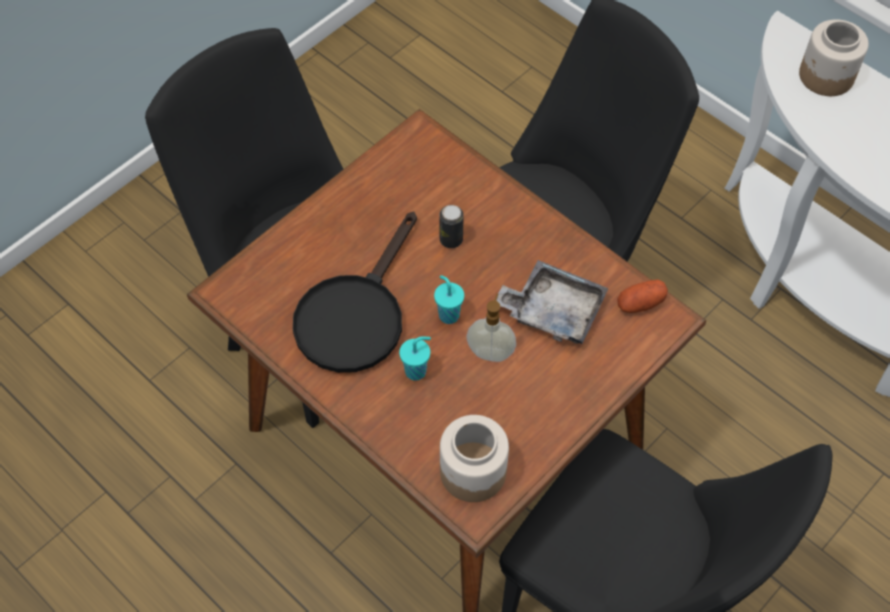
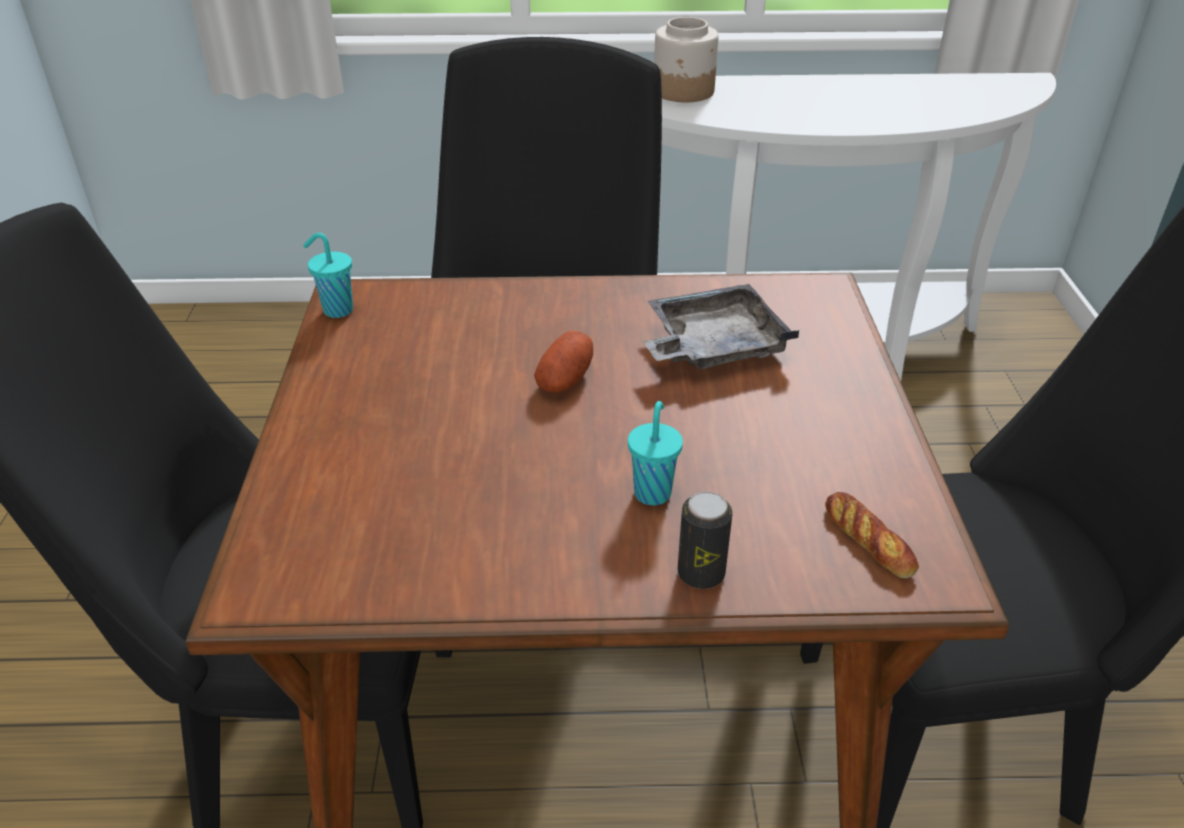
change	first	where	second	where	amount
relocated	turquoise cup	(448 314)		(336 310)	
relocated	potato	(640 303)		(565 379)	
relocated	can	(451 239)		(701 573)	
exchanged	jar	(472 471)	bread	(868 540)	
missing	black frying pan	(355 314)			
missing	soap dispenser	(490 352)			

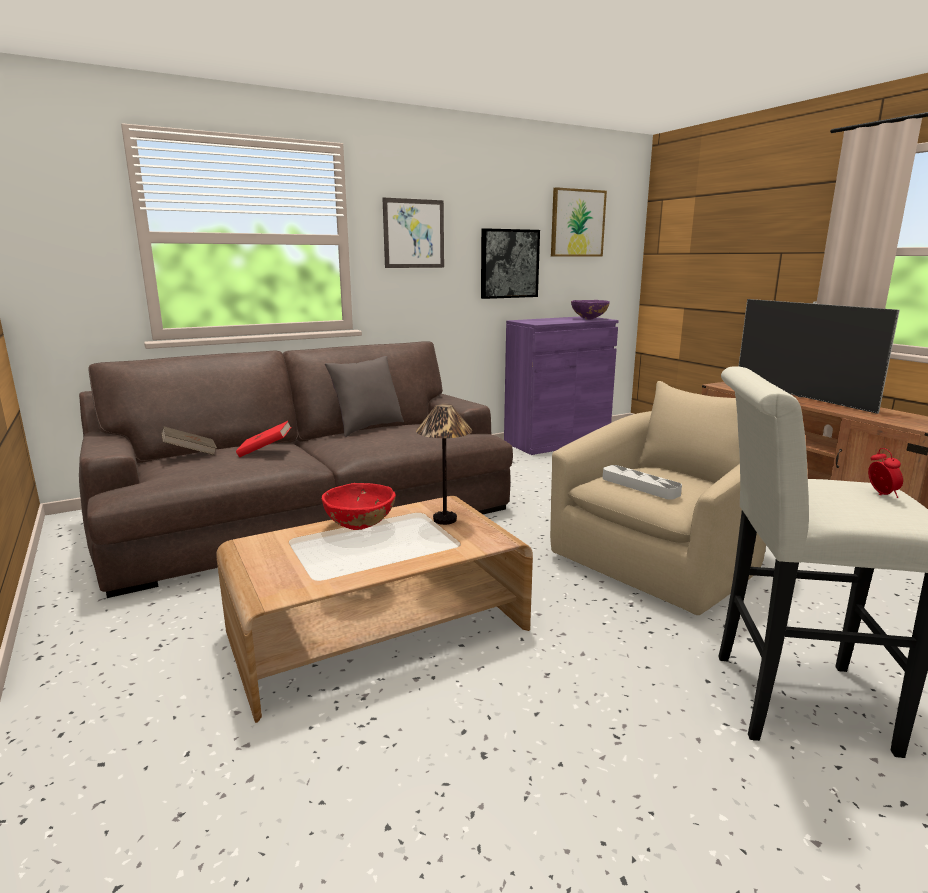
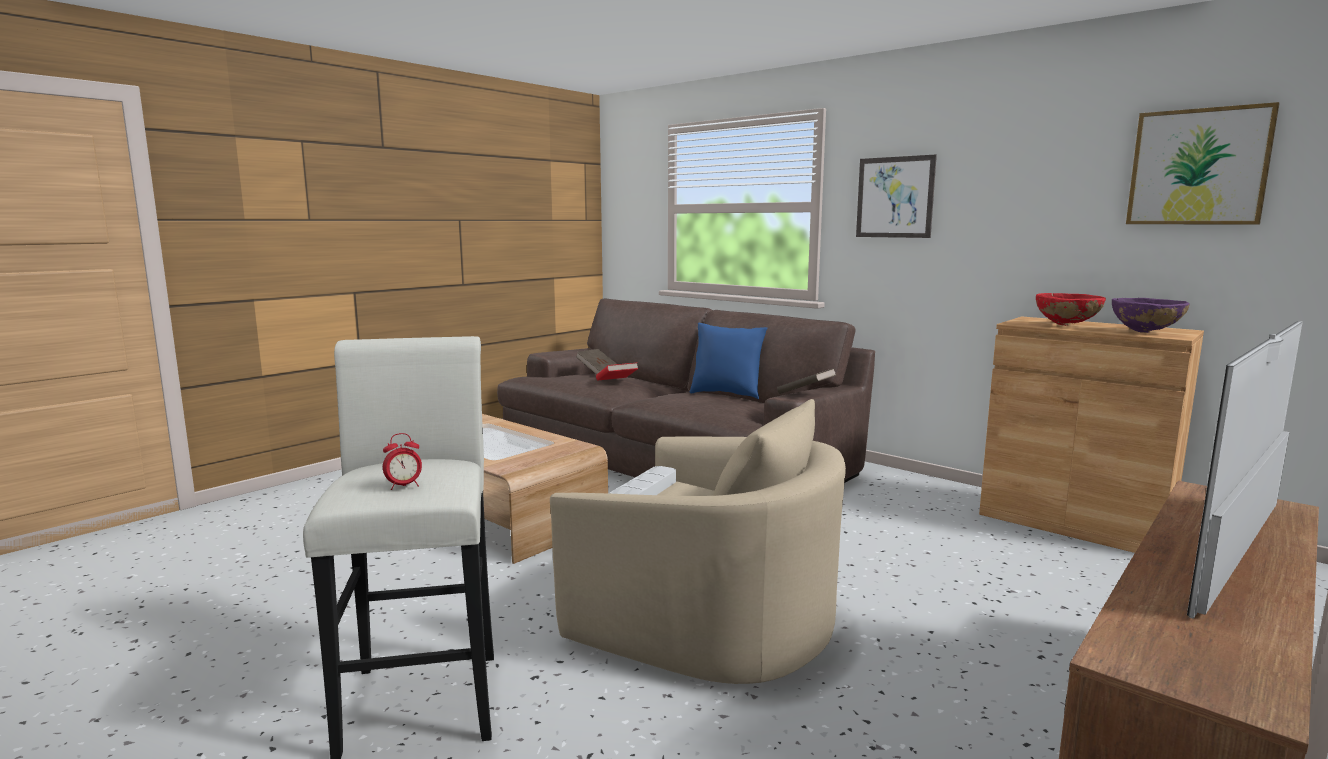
change	first	where	second	where	amount
colour	grey pillow	(367 427)	blue pillow	(726 394)	
appeared			brown book	(806 394)	
colour	purple cabinet	(557 441)	brown cabinet	(1073 523)	
relocated	red bowl	(360 527)		(1066 325)	
missing	table lamp	(445 520)			
missing	picture	(509 264)			

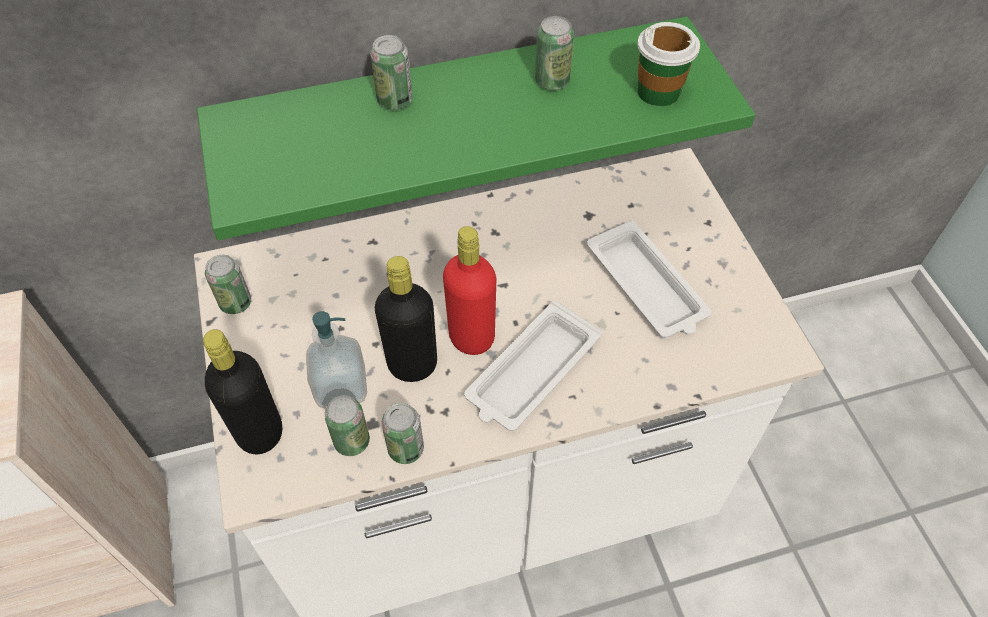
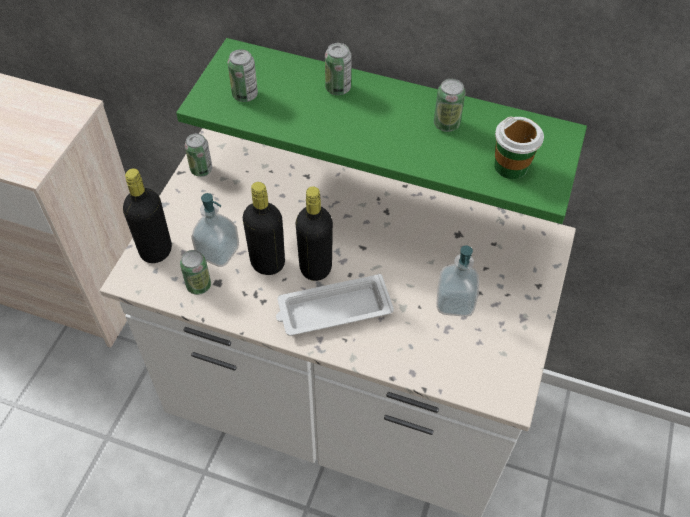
change	first	where	second	where	amount
relocated	can	(406 449)		(245 95)	
colour	red bottle	(471 337)	black bottle	(315 267)	
exchanged	white tray	(647 287)	soap dispenser	(454 302)	

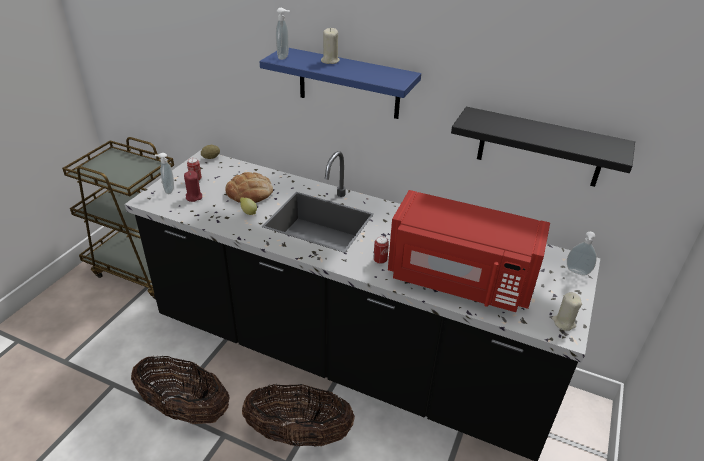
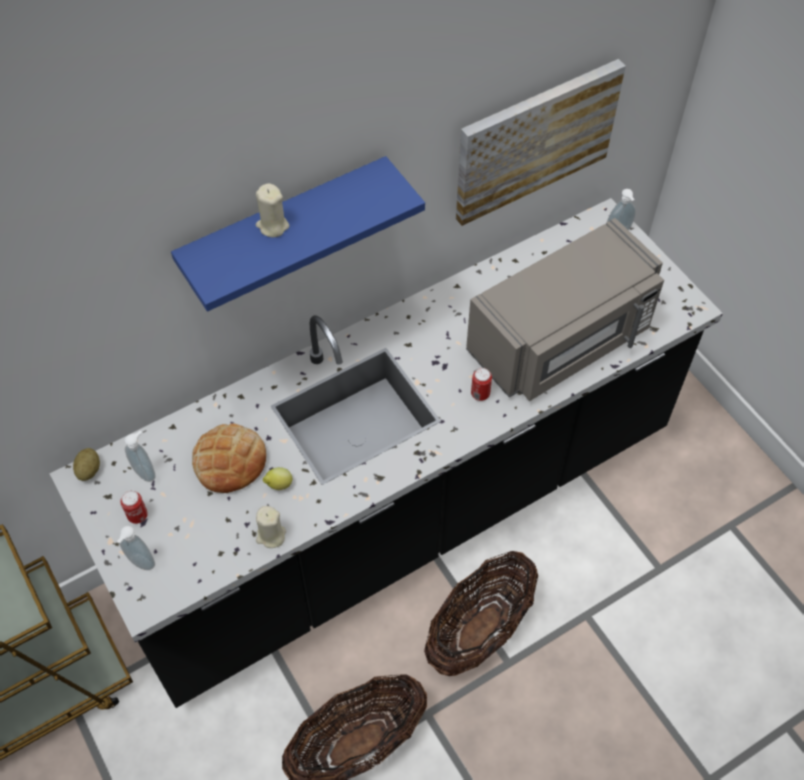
change	first	where	second	where	amount
relocated	soap dispenser	(284 57)		(146 471)	
relocated	beige candle	(563 322)		(271 536)	
exchanged	black shelf	(540 147)	picture	(534 140)	
colour	red microwave	(459 279)	grey microwave	(562 340)	
missing	red candle	(194 197)			

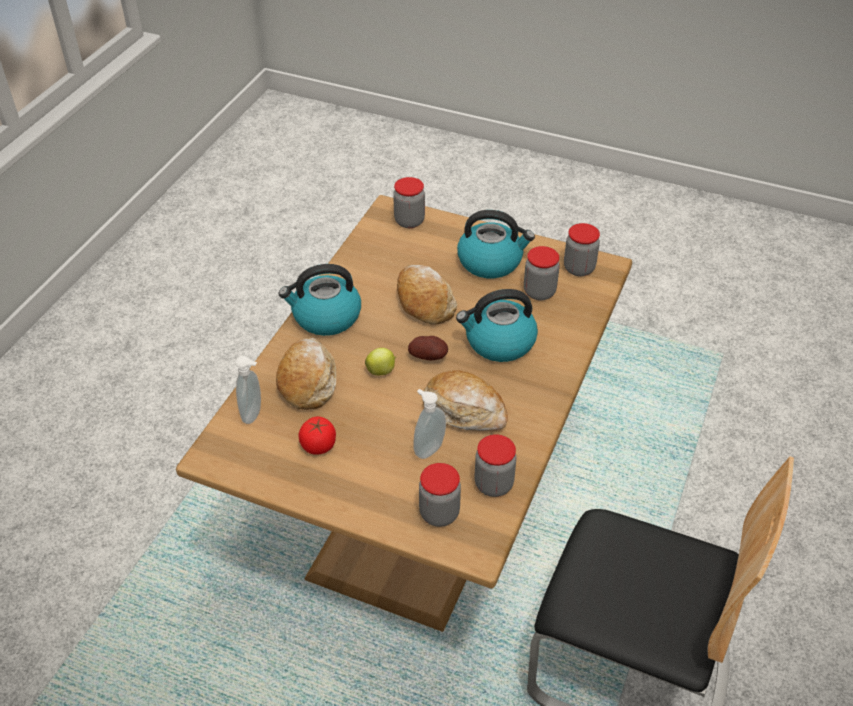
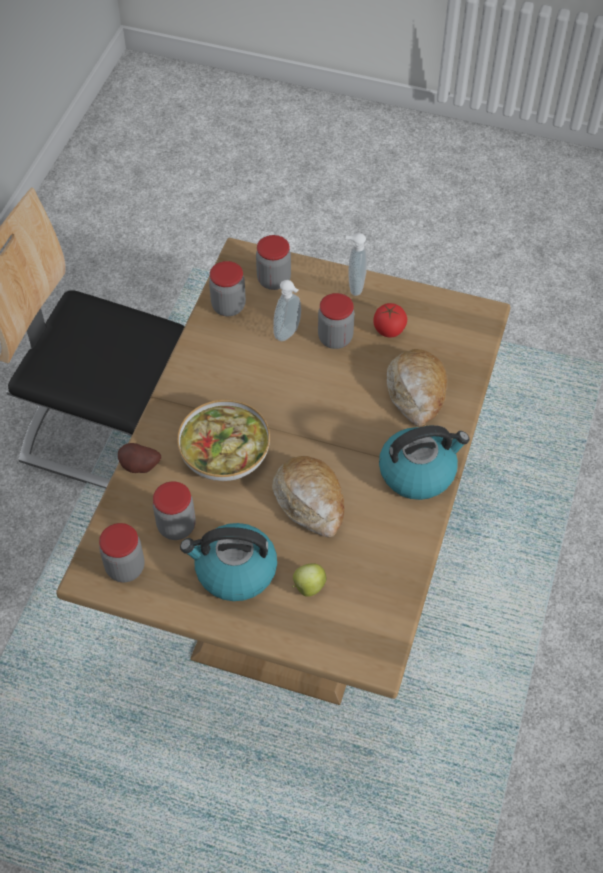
change	first	where	second	where	amount
relocated	potato	(429 357)		(139 467)	
exchanged	kettle	(499 342)	bowl	(224 452)	
relocated	apple	(381 371)		(308 587)	
relocated	jar	(409 221)		(335 338)	
relocated	soap dispenser	(254 414)		(354 286)	
missing	bread	(464 410)			

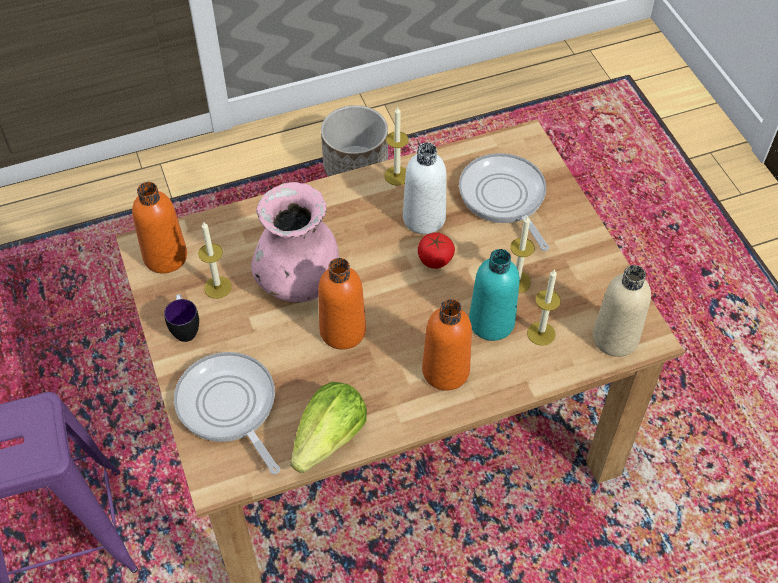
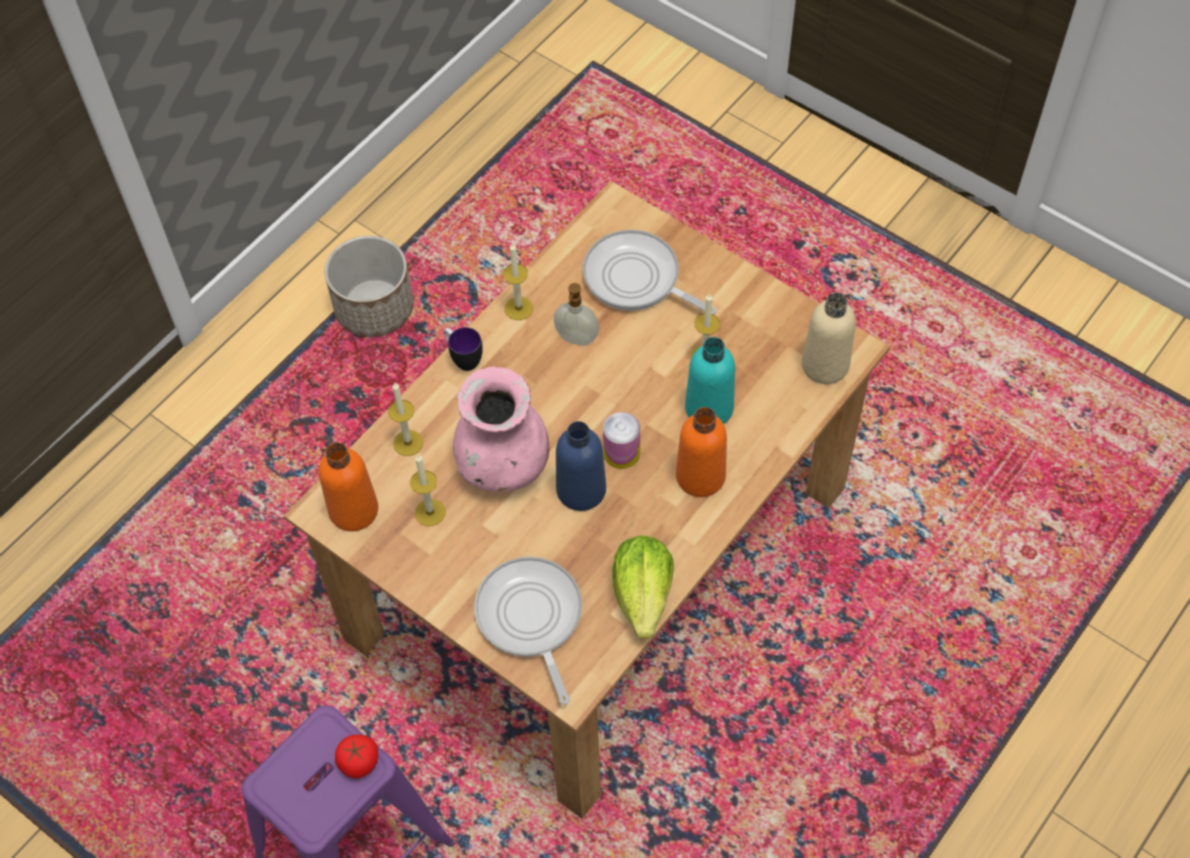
change	first	where	second	where	amount
relocated	tomato	(435 260)		(359 762)	
relocated	candle	(541 333)		(408 443)	
relocated	mug	(185 328)		(463 358)	
spun	frying pan	(229 407)		(531 619)	45 degrees clockwise
exchanged	white bottle	(424 218)	soap dispenser	(576 339)	
colour	orange bottle	(343 331)	blue bottle	(581 490)	
appeared			can	(621 453)	

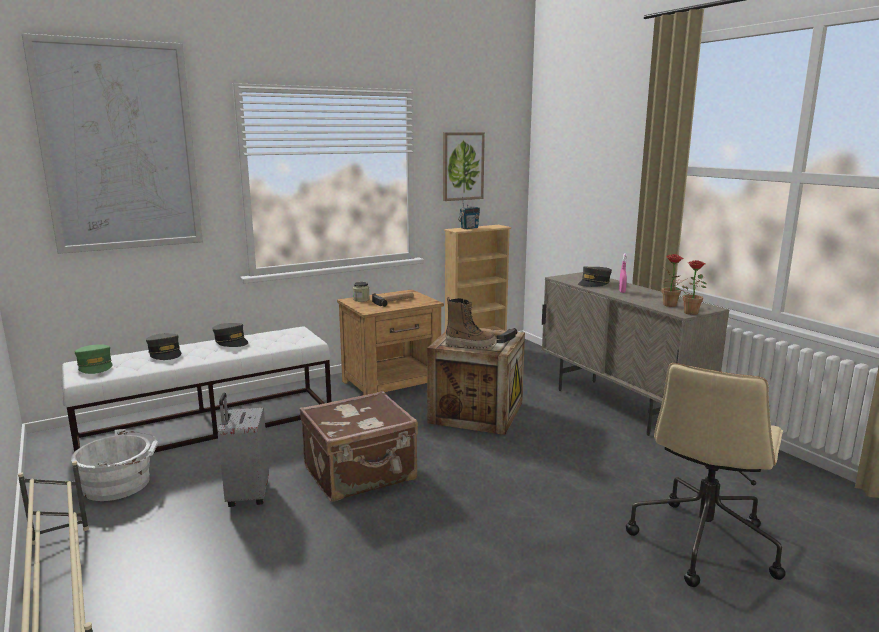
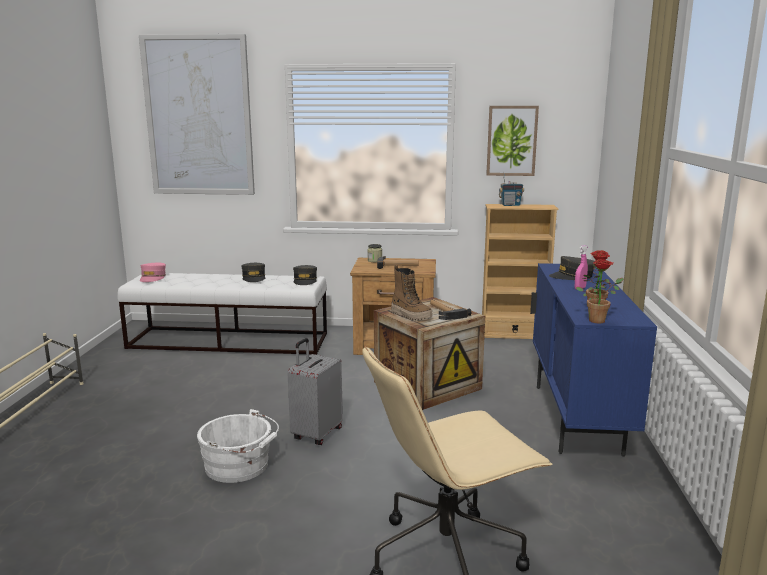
change	first	where	second	where	amount
colour	green cap	(95 366)	pink cap	(153 278)	
relocated	white bucket	(121 484)		(240 466)	
relocated	grey suitcase	(246 495)		(316 434)	
relocated	grey cap	(165 353)		(305 280)	
colour	beige cabinet	(619 406)	blue cabinet	(576 419)	
missing	brown suitcase	(361 474)			

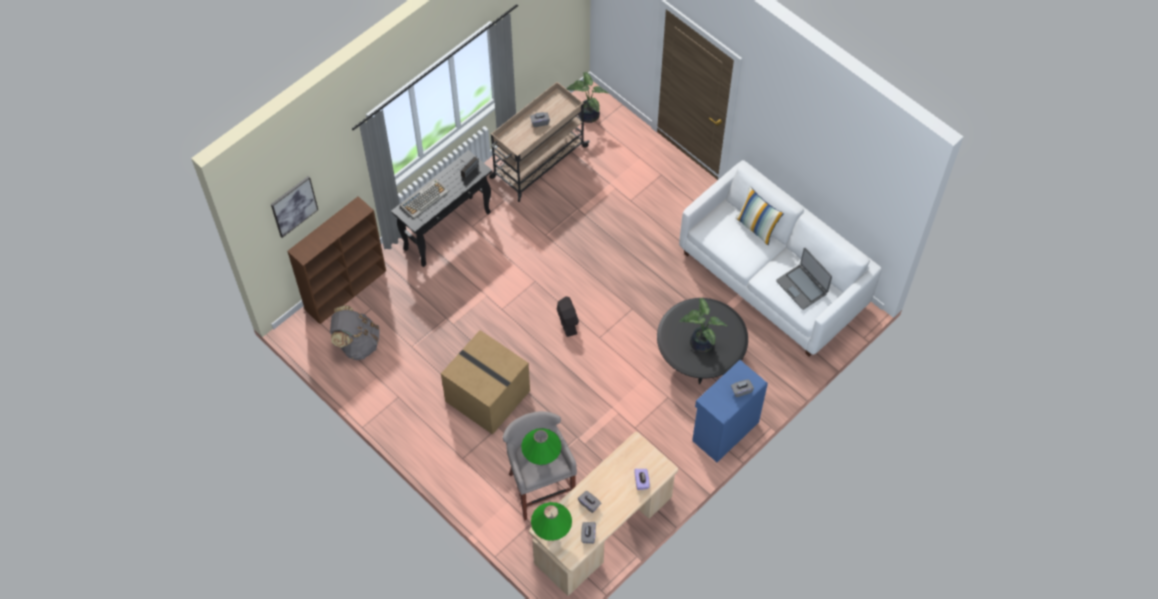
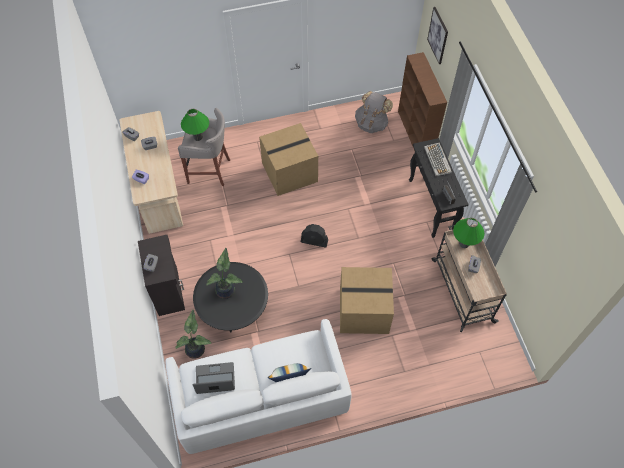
change	first	where	second	where	amount
colour	blue cabinet	(724 431)	black cabinet	(169 291)	
relocated	potted plant	(587 115)		(196 349)	
appeared			cardboard box	(363 311)	
relocated	green table lamp	(552 533)		(464 243)	

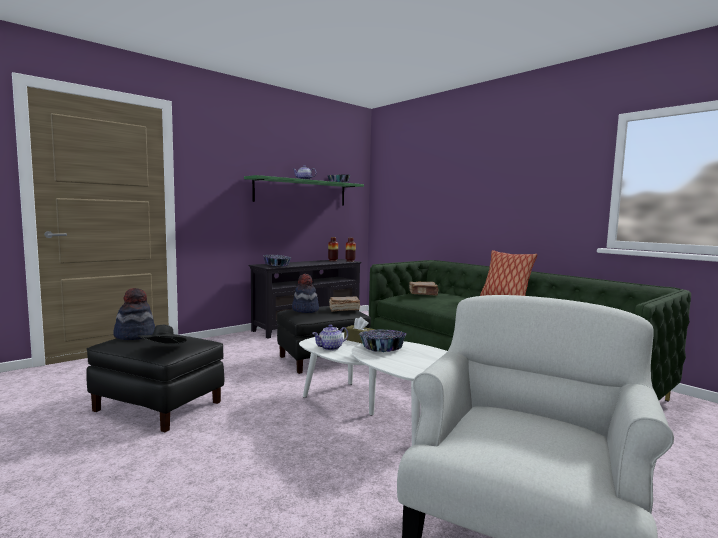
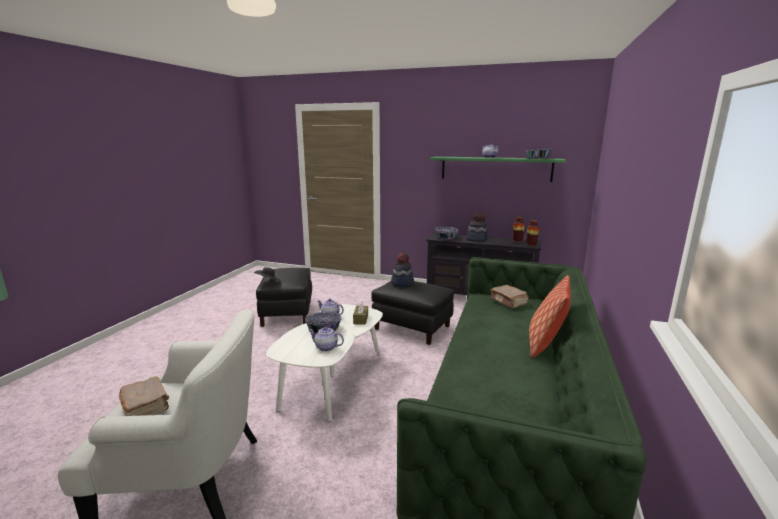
change	first	where	second	where	amount
relocated	brown book	(343 309)		(146 406)	
appeared			teapot	(326 348)	
relocated	hat	(135 335)		(476 239)	

